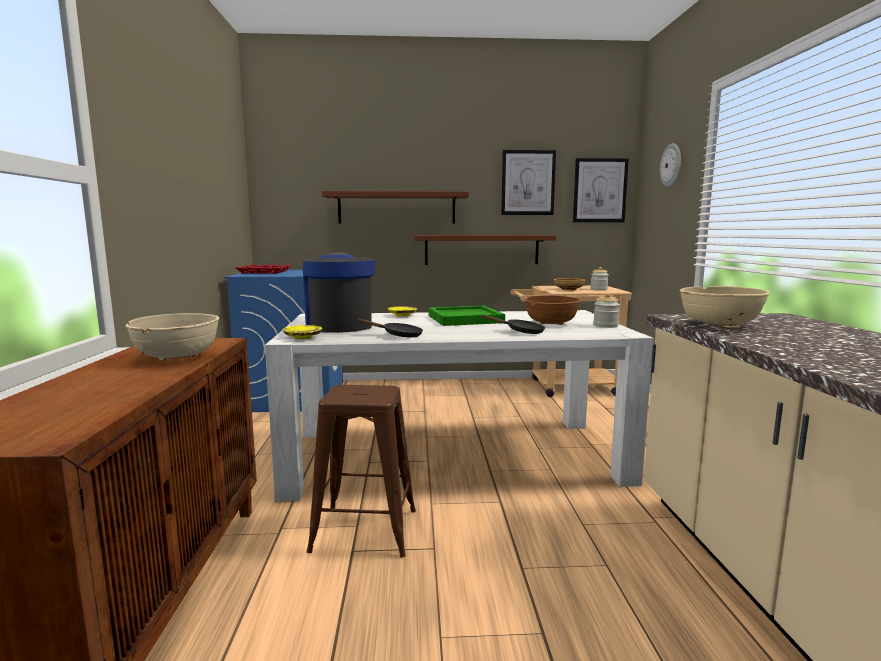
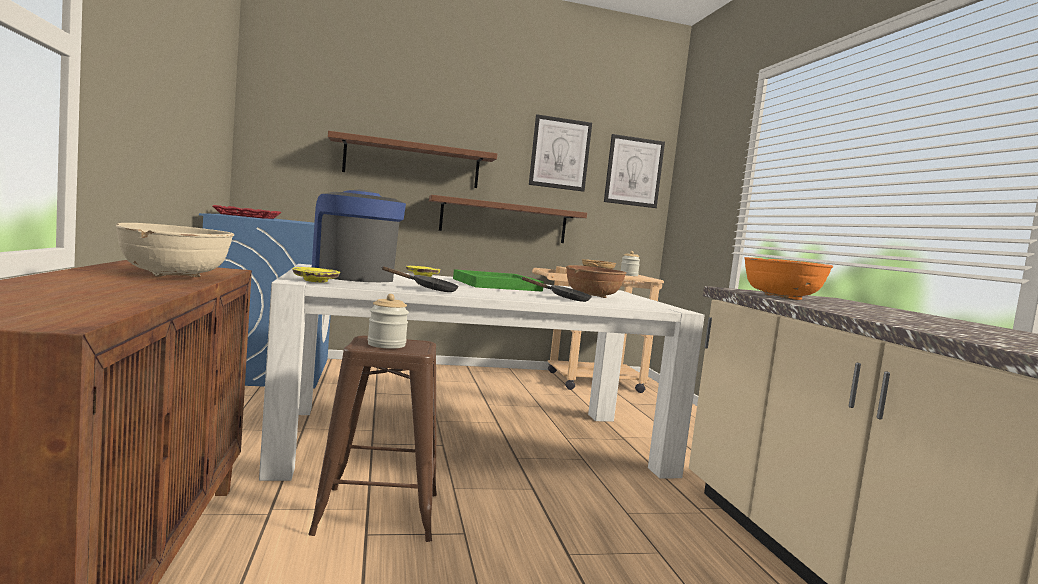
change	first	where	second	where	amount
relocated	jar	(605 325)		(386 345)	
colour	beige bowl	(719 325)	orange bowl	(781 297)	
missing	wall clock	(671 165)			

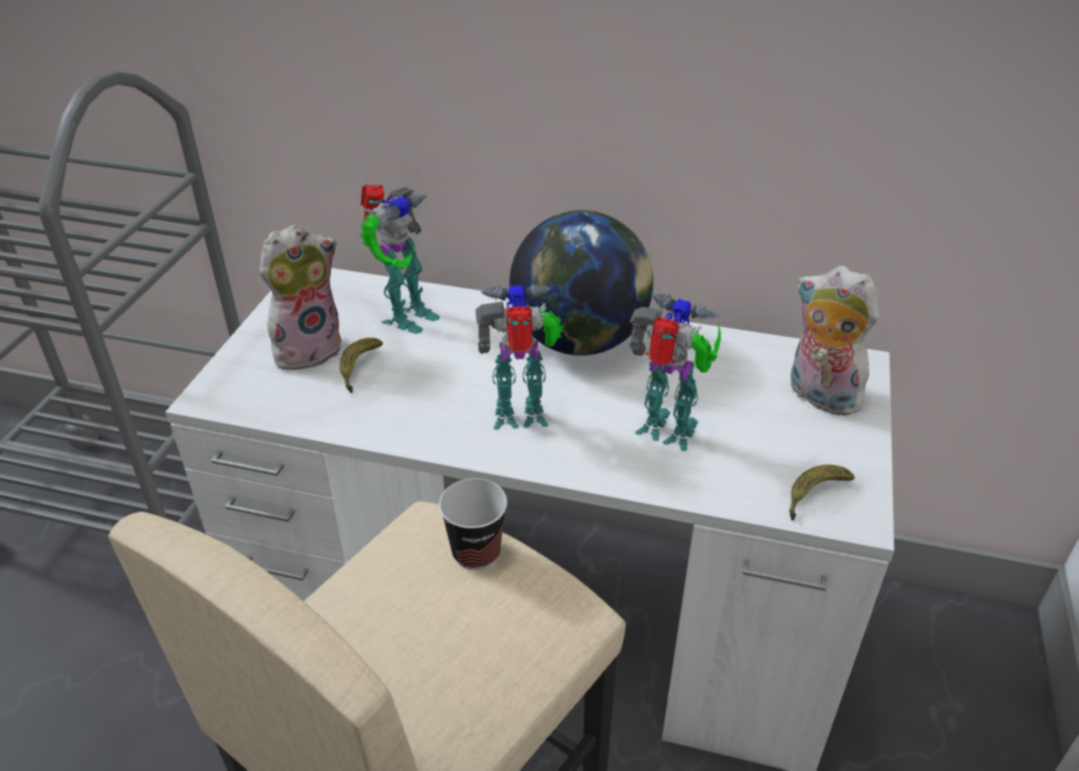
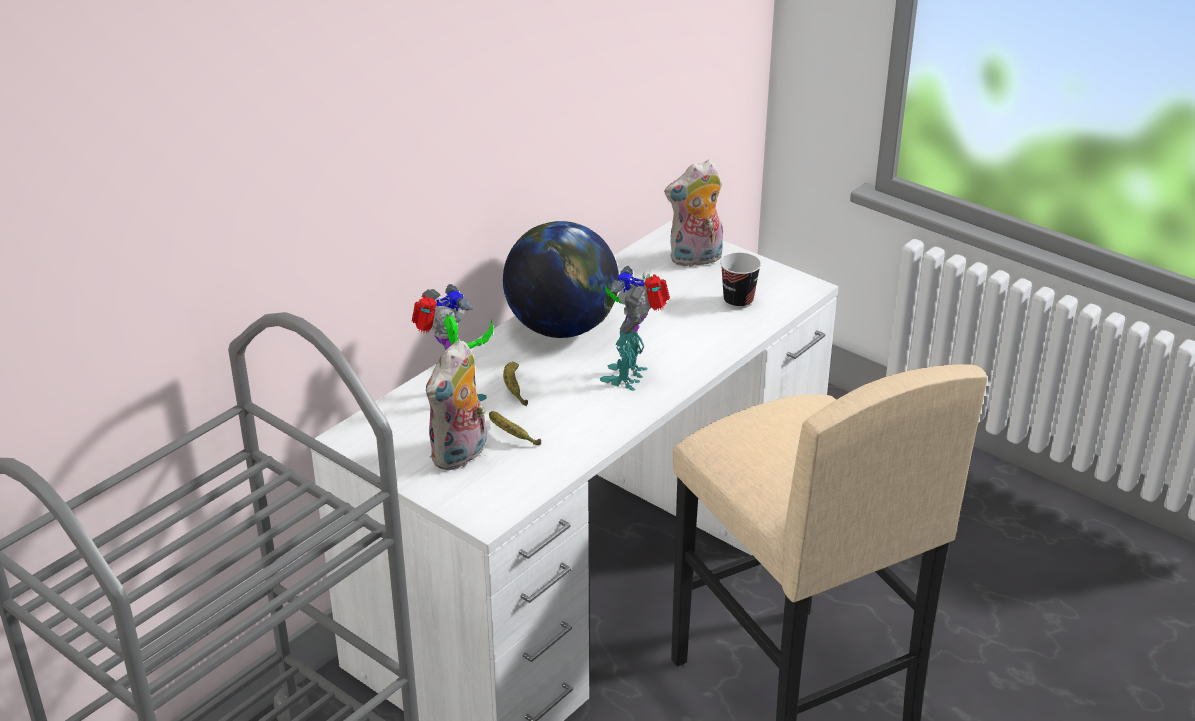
change	first	where	second	where	amount
spun	plush toy	(308 348)		(460 455)	135 degrees counterclockwise
relocated	banana	(814 496)		(514 389)	
relocated	cup	(476 552)		(738 301)	
missing	toy robot	(668 434)			

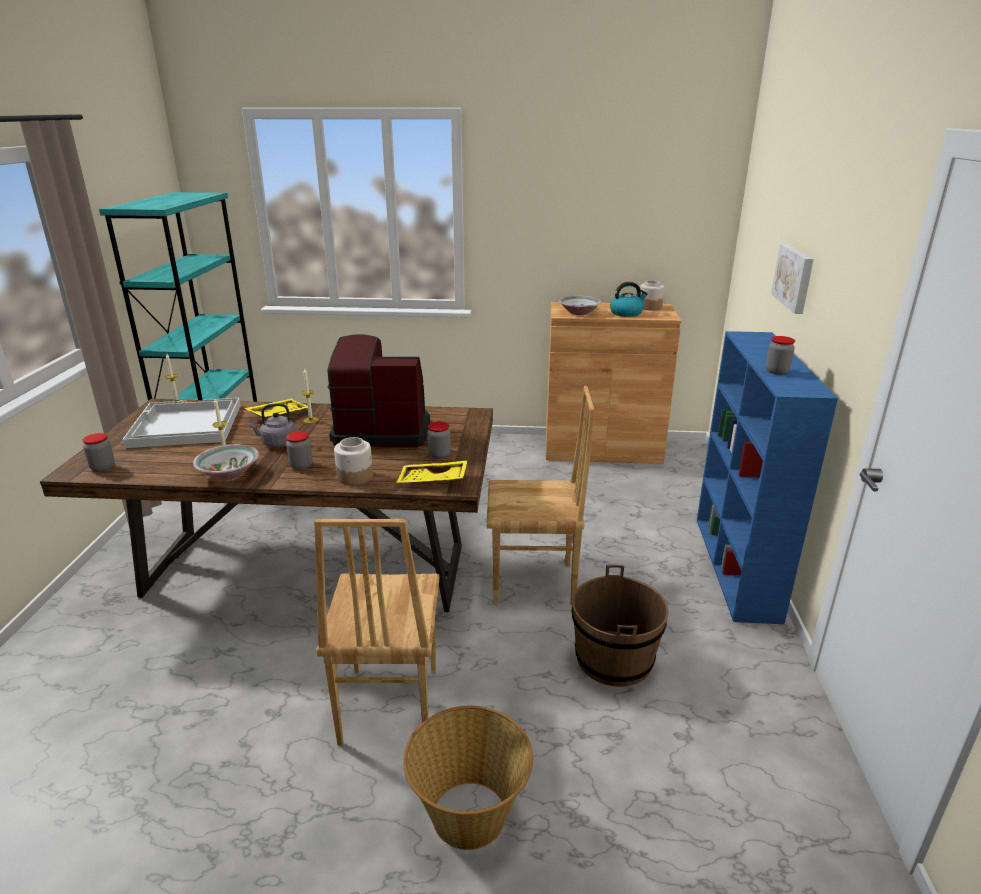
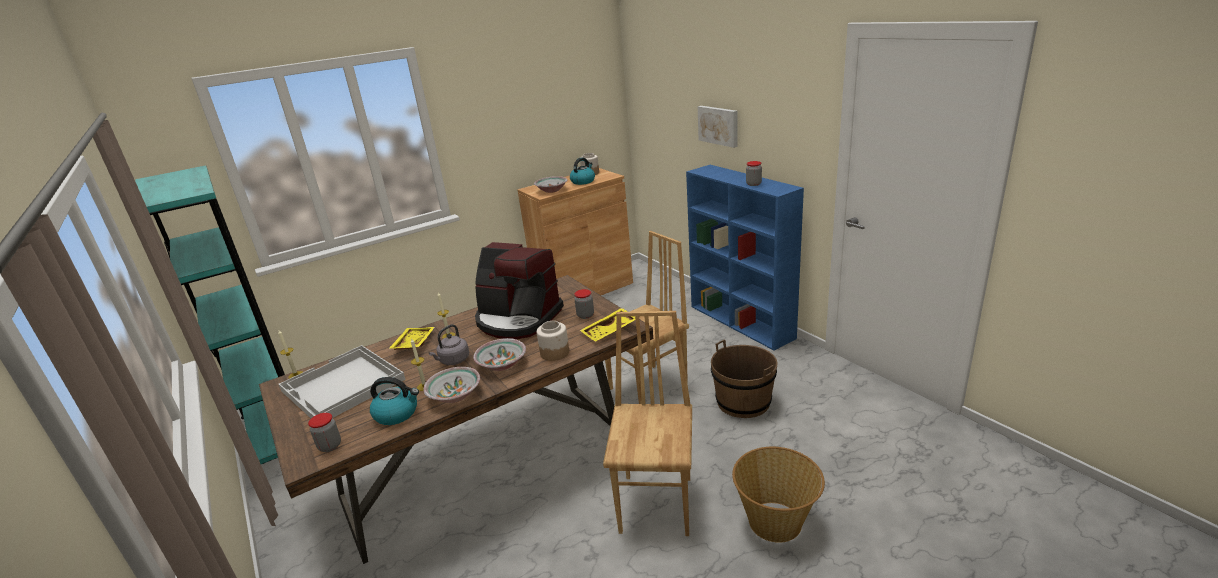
change	first	where	second	where	amount
appeared			kettle	(397 413)	
exchanged	jar	(301 465)	bowl	(502 365)	
spun	coffee machine	(382 431)		(518 319)	120 degrees counterclockwise
spun	brown chair	(387 706)		(658 503)	135 degrees counterclockwise

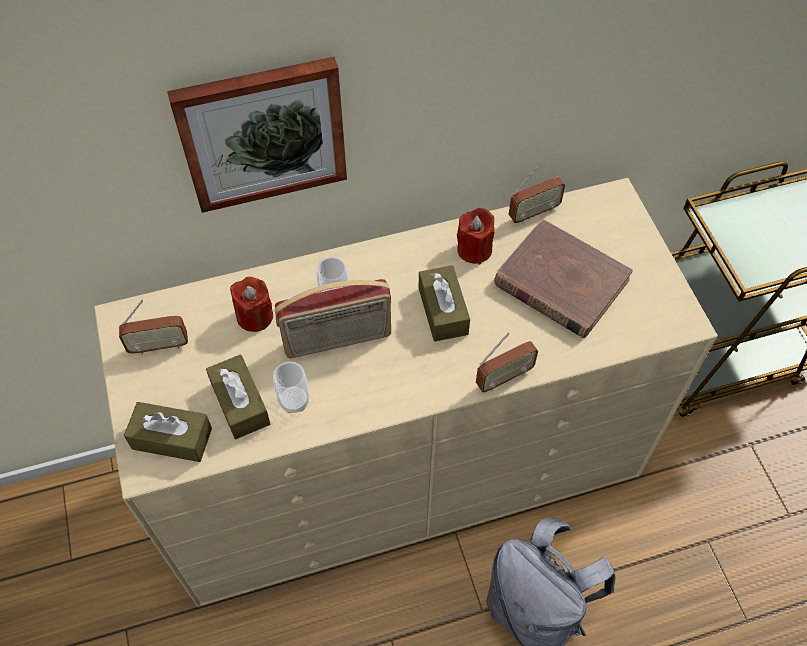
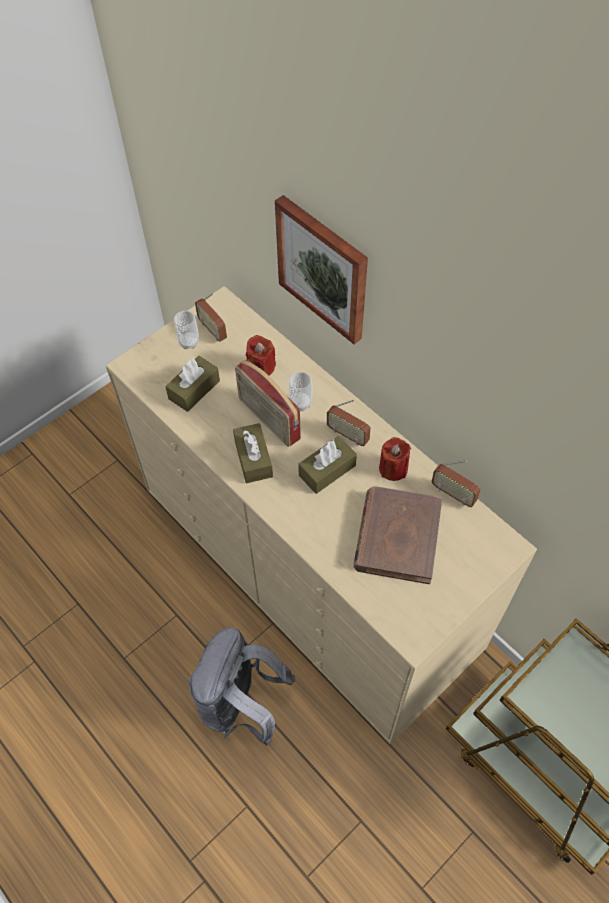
change	first	where	second	where	amount
relocated	cup	(294 401)		(189 342)	
relocated	brown tissue box	(172 438)		(253 459)	
relocated	radio	(504 377)		(348 435)	

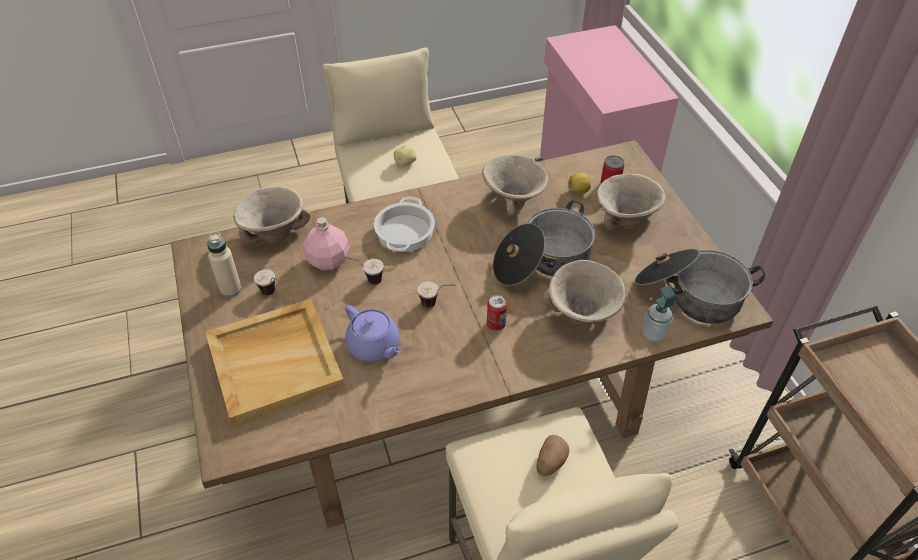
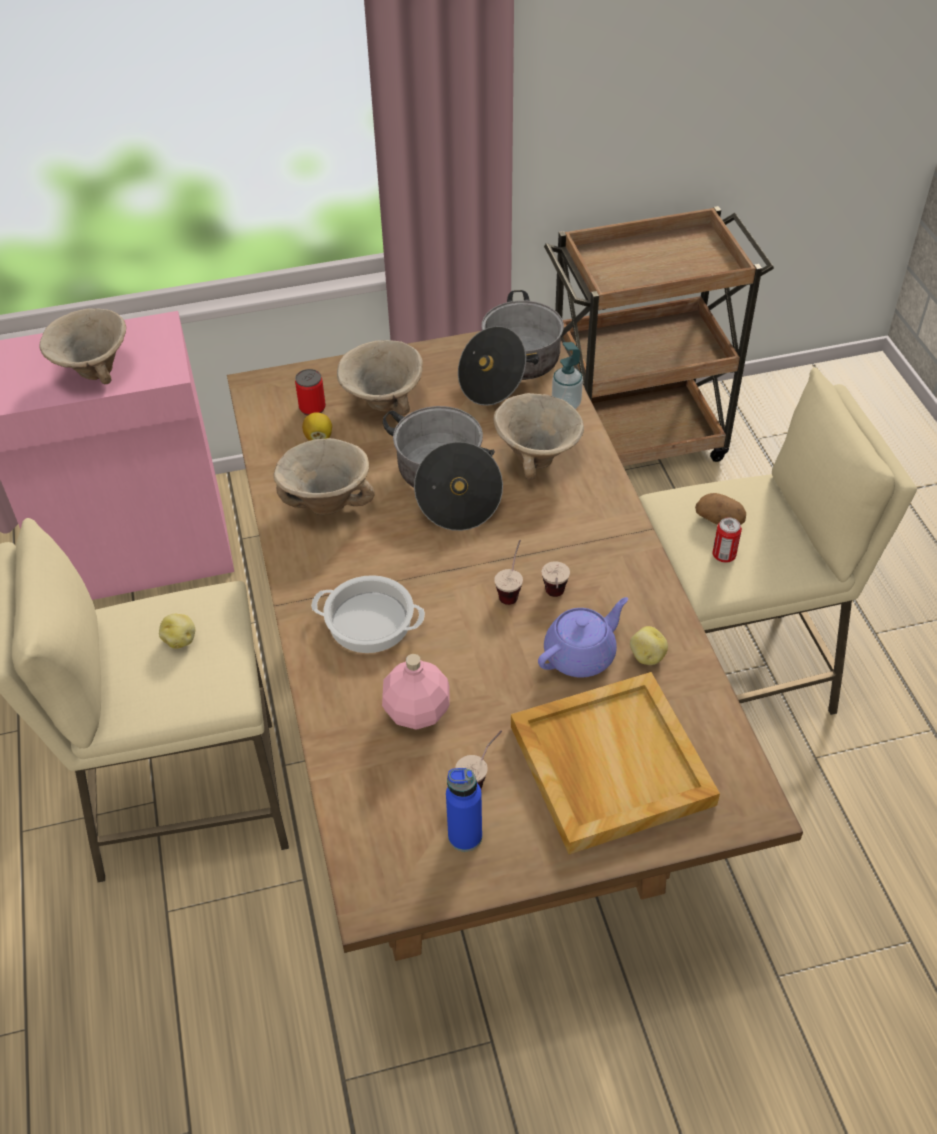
change	first	where	second	where	amount
relocated	beige bowl	(274 233)		(92 372)	
colour	beige bottle	(230 289)	blue bottle	(465 836)	
relocated	cup	(366 280)		(555 599)	
appeared			potato	(646 656)	
relocated	can	(496 324)		(724 555)	

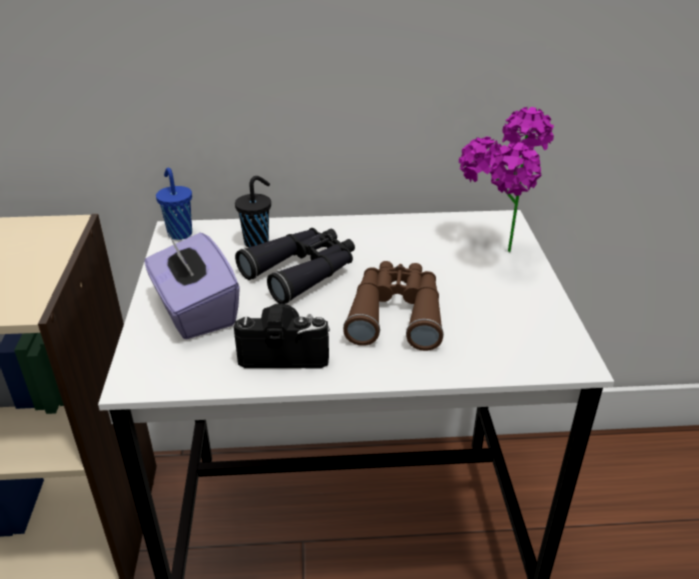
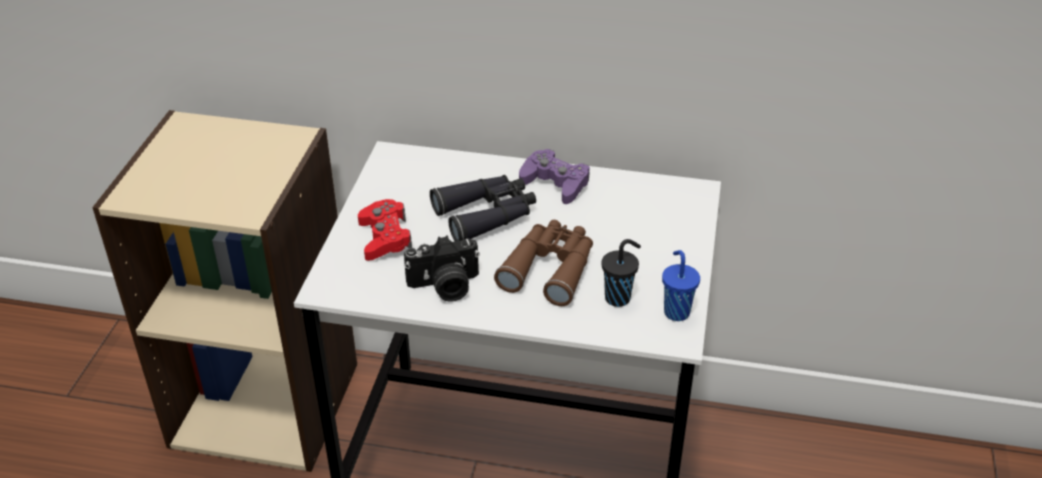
change	first	where	second	where	amount
exchanged	purple tissue box	(195 311)	red game controller	(385 237)	
spun	photo camera	(285 352)		(445 286)	150 degrees clockwise
appeared			purple game controller	(555 183)	
relocated	black cup	(258 242)		(619 298)	
relocated	blue cup	(179 233)		(676 311)	
missing	potted plant	(494 256)			

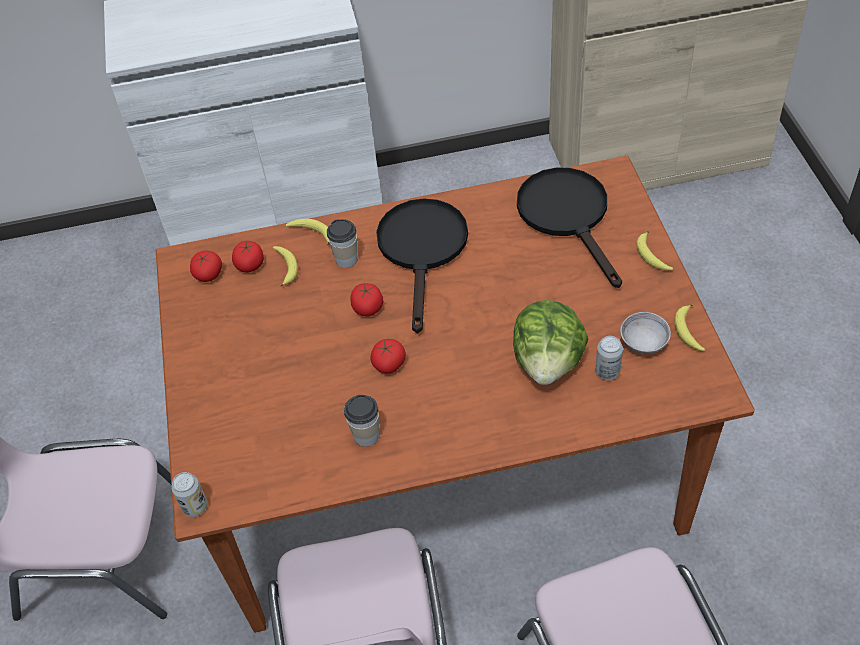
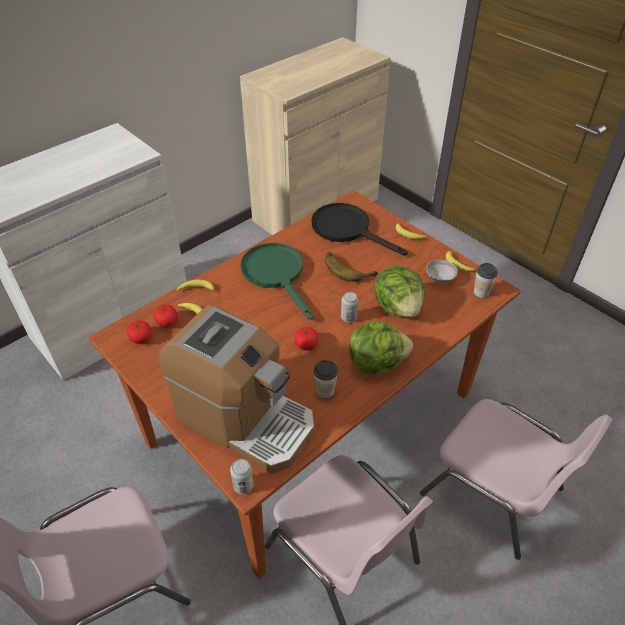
change	first	where	second	where	amount
appeared			coffee machine	(246 419)	
colour	black frying pan	(423 250)	green frying pan	(277 275)	
appeared			banana	(348 267)	
relocated	can	(607 372)		(348 318)	
appeared			lettuce	(376 362)	
relocated	cup	(346 259)		(481 292)	
missing	tomato	(368 307)			

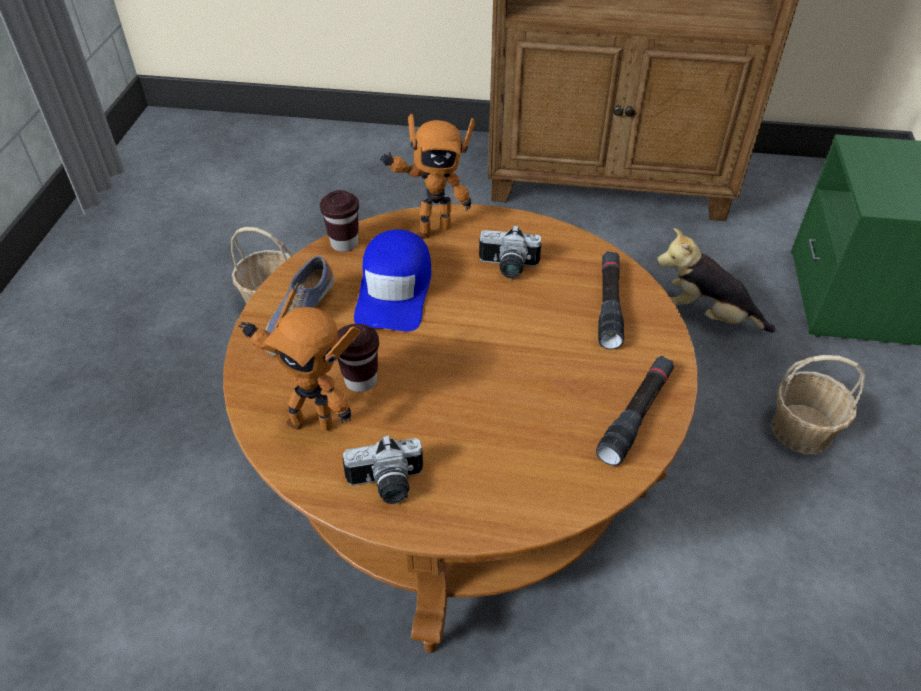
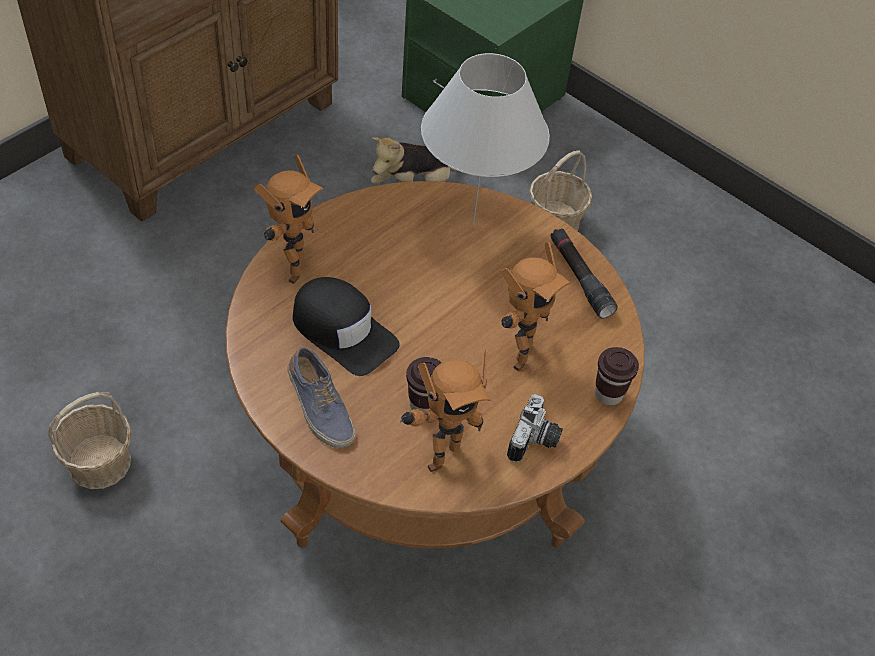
change	first	where	second	where	amount
colour	blue cap	(395 290)	black cap	(343 331)	
exchanged	black flashlight	(609 305)	white table lamp	(473 224)	
appeared			toy robot	(516 354)	
relocated	brown cup	(344 243)		(608 394)	
missing	photo camera	(508 268)			

